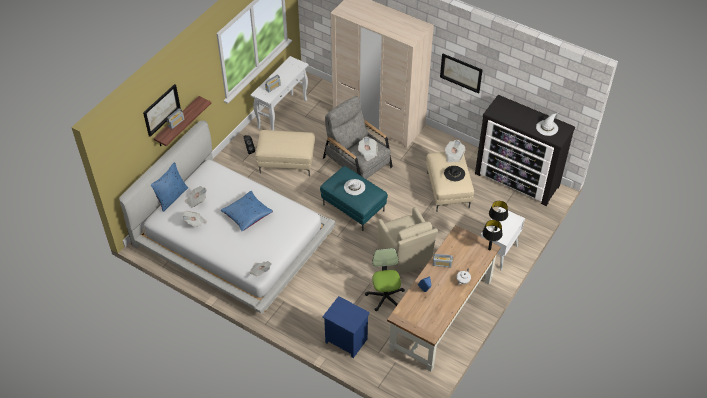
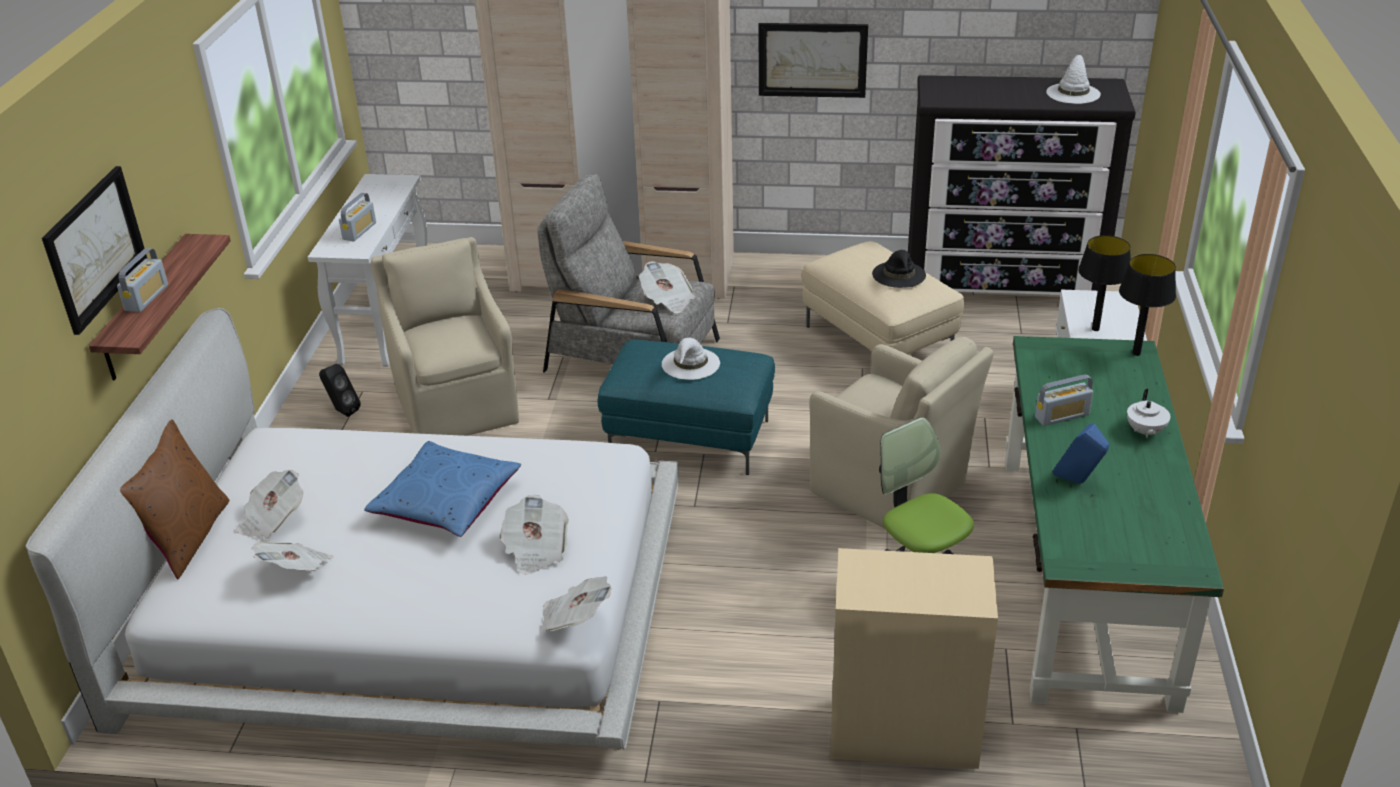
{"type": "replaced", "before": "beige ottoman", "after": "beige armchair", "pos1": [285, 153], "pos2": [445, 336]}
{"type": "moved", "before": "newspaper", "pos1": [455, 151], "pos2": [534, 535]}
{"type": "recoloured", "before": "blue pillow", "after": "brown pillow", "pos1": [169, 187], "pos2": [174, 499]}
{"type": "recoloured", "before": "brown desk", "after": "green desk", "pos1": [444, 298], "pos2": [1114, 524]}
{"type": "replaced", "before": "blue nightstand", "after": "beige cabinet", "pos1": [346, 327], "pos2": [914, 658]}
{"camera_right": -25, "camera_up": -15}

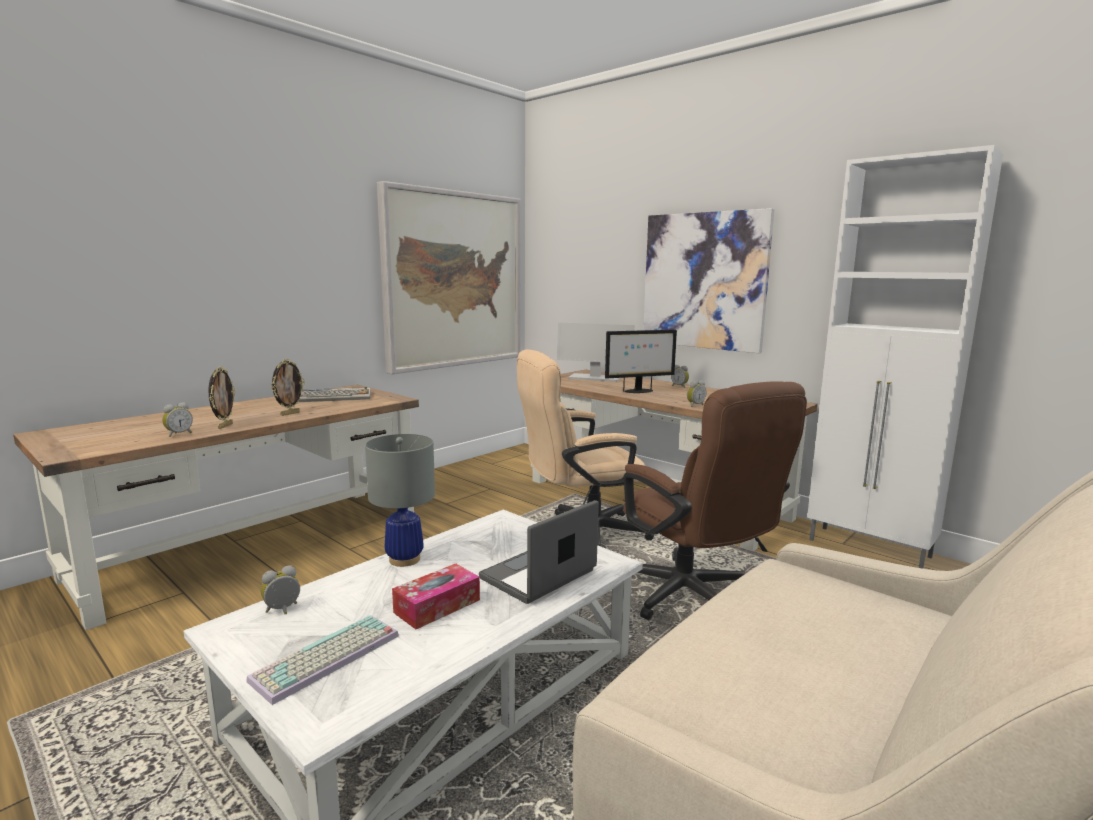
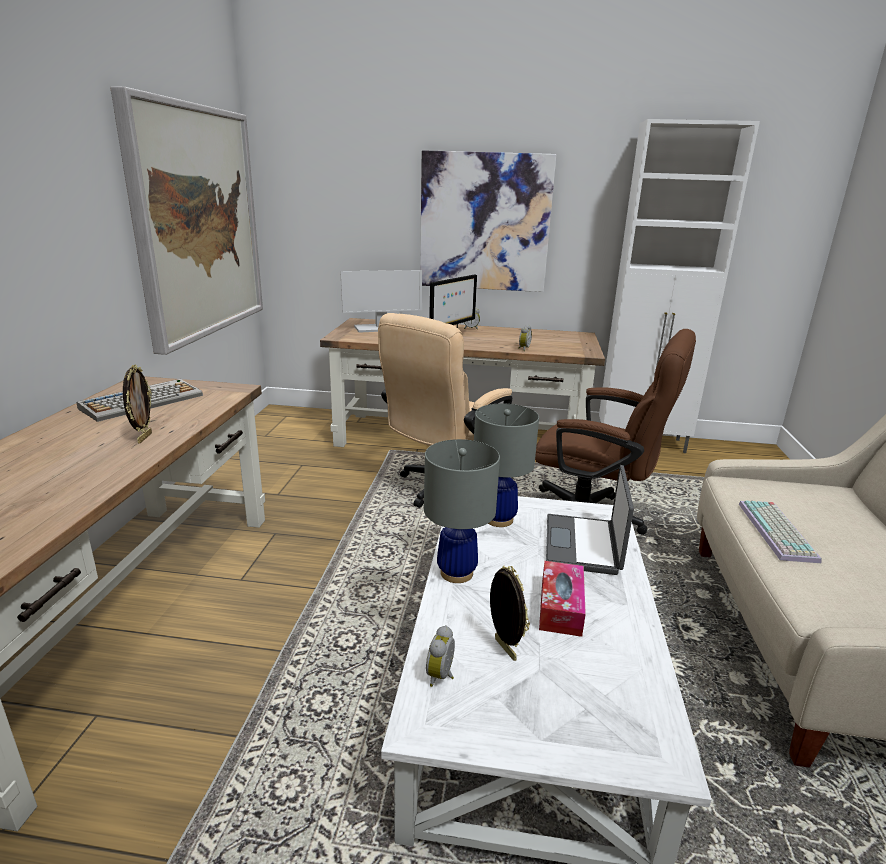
{"type": "moved", "before": "picture frame", "pos1": [221, 397], "pos2": [510, 613]}
{"type": "removed", "before": "alarm clock", "pos1": [177, 419]}
{"type": "moved", "before": "keyboard", "pos1": [322, 660], "pos2": [780, 532]}
{"type": "added", "after": "grey table lamp", "pos2": [506, 465]}
{"camera_right": -35, "camera_up": 10}

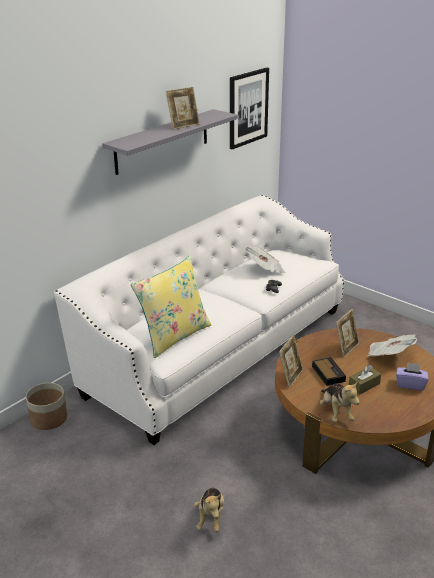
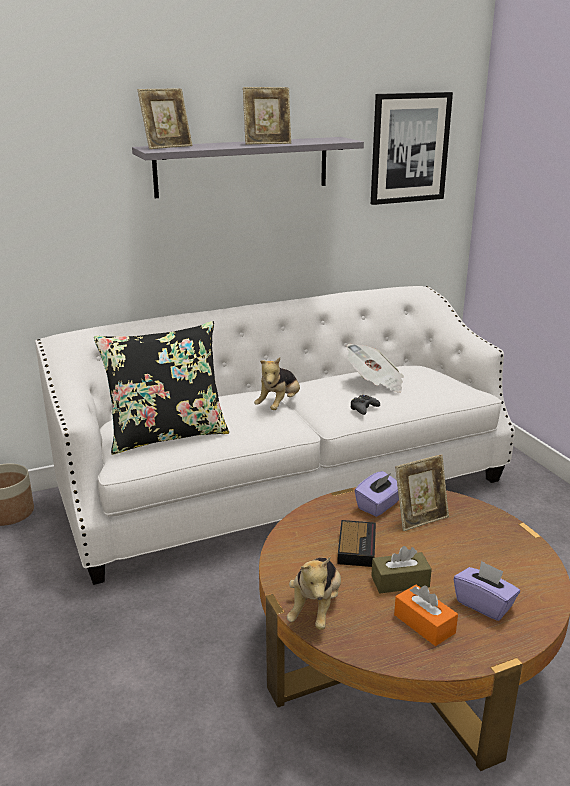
{"type": "recoloured", "before": "yellow pillow", "after": "black pillow", "pos1": [171, 306], "pos2": [161, 388]}
{"type": "moved", "before": "picture frame", "pos1": [291, 361], "pos2": [165, 118]}
{"type": "removed", "before": "newspaper", "pos1": [392, 345]}
{"type": "moved", "before": "plush toy", "pos1": [209, 510], "pos2": [277, 384]}
{"type": "added", "after": "purple tissue box", "pos2": [377, 494]}
{"type": "added", "after": "orange tissue box", "pos2": [426, 615]}
{"camera_right": 25, "camera_up": -5}

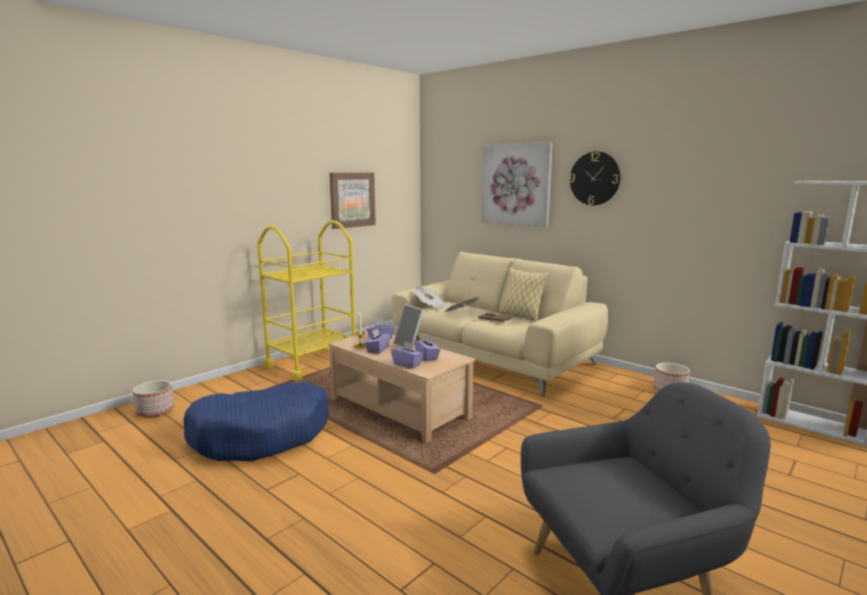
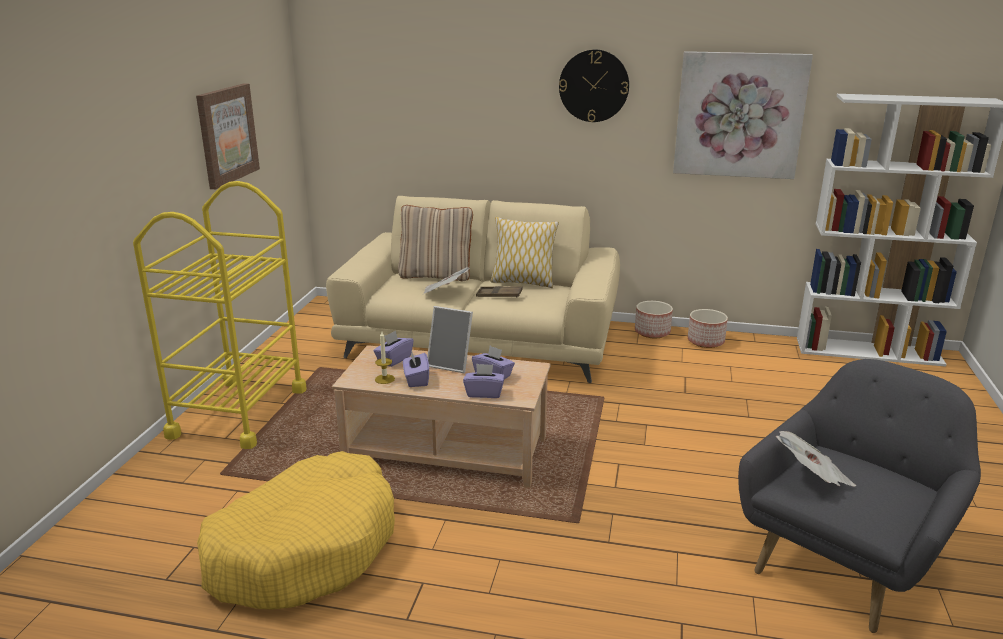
{"type": "moved", "before": "picture", "pos1": [516, 184], "pos2": [743, 115]}
{"type": "moved", "before": "newspaper", "pos1": [430, 298], "pos2": [816, 459]}
{"type": "moved", "before": "planter", "pos1": [153, 399], "pos2": [654, 319]}
{"type": "recoloured", "before": "blue dog bed", "after": "yellow dog bed", "pos1": [256, 422], "pos2": [296, 530]}
{"type": "added", "after": "beige pillow", "pos2": [435, 243]}
{"camera_right": -30, "camera_up": 10}

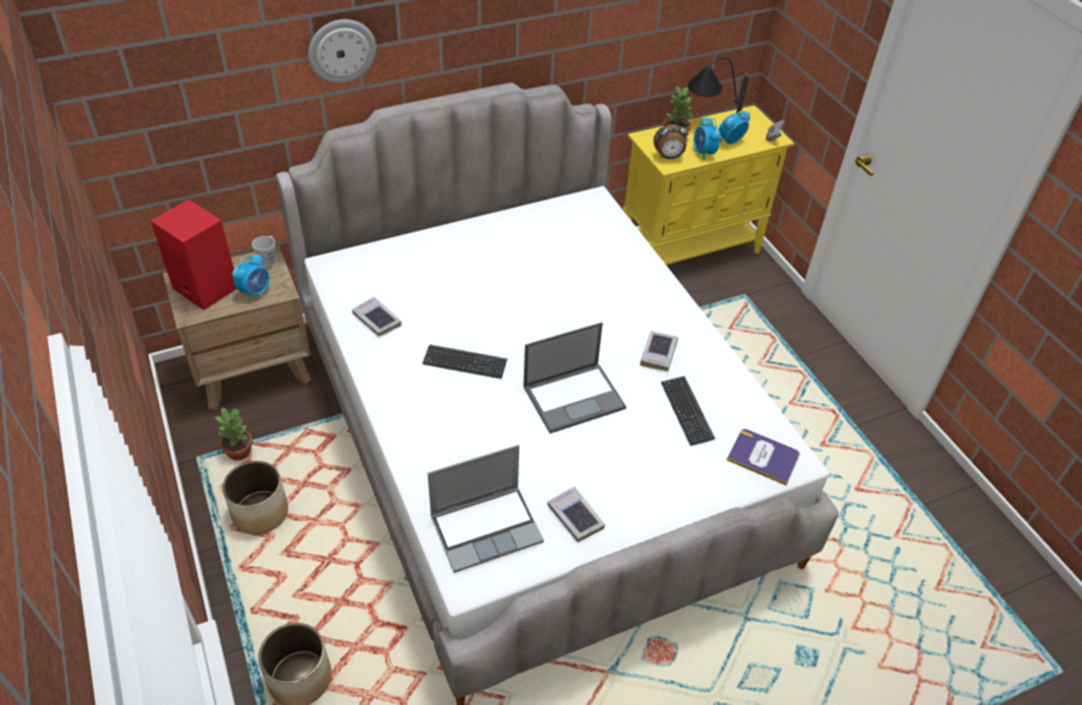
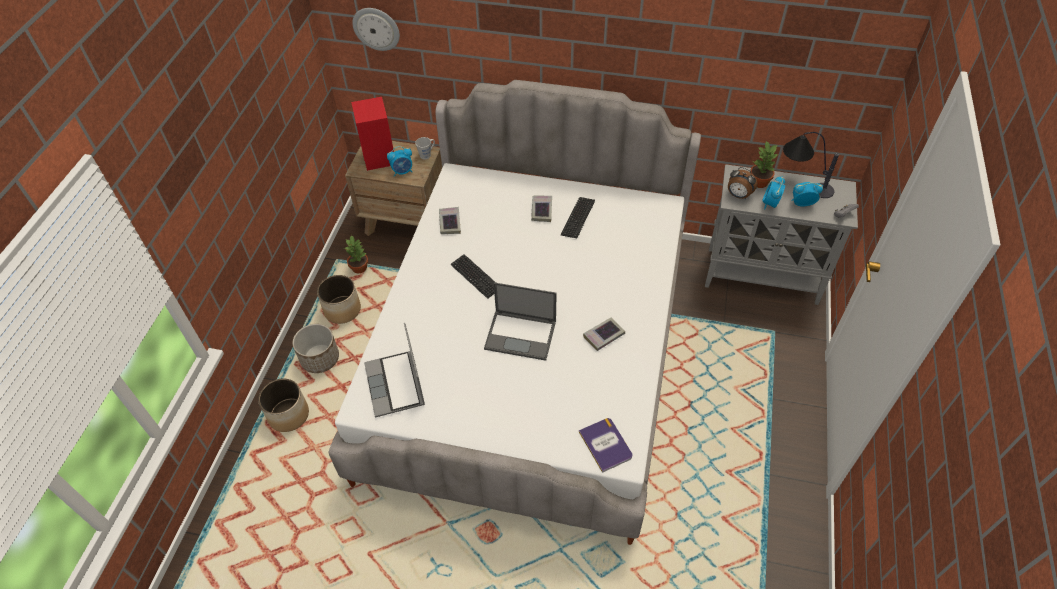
{"type": "moved", "before": "wall clock", "pos1": [342, 51], "pos2": [376, 29]}
{"type": "recoloured", "before": "yellow cabinet", "after": "grey cabinet", "pos1": [708, 185], "pos2": [781, 234]}
{"type": "moved", "before": "keyboard", "pos1": [688, 411], "pos2": [578, 217]}
{"type": "turned", "before": "laptop", "pos1": [486, 509], "pos2": [394, 370], "turn": 60}
{"type": "moved", "before": "book", "pos1": [576, 514], "pos2": [541, 209]}
{"type": "added", "after": "planter", "pos2": [315, 348]}
{"camera_right": 40, "camera_up": 5}

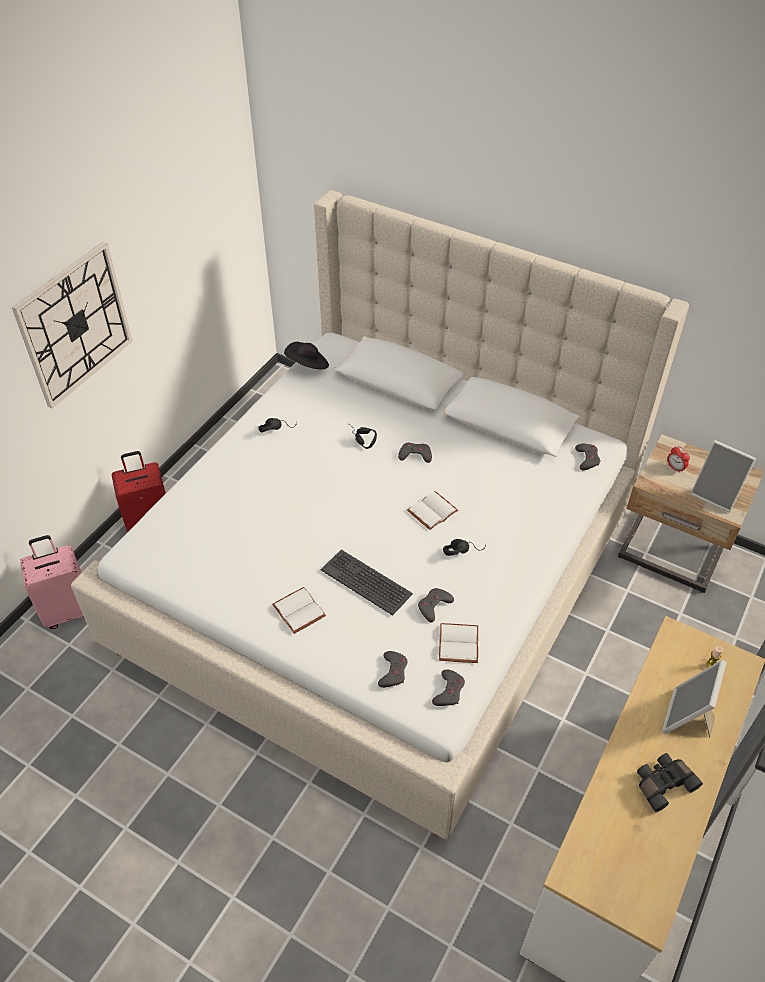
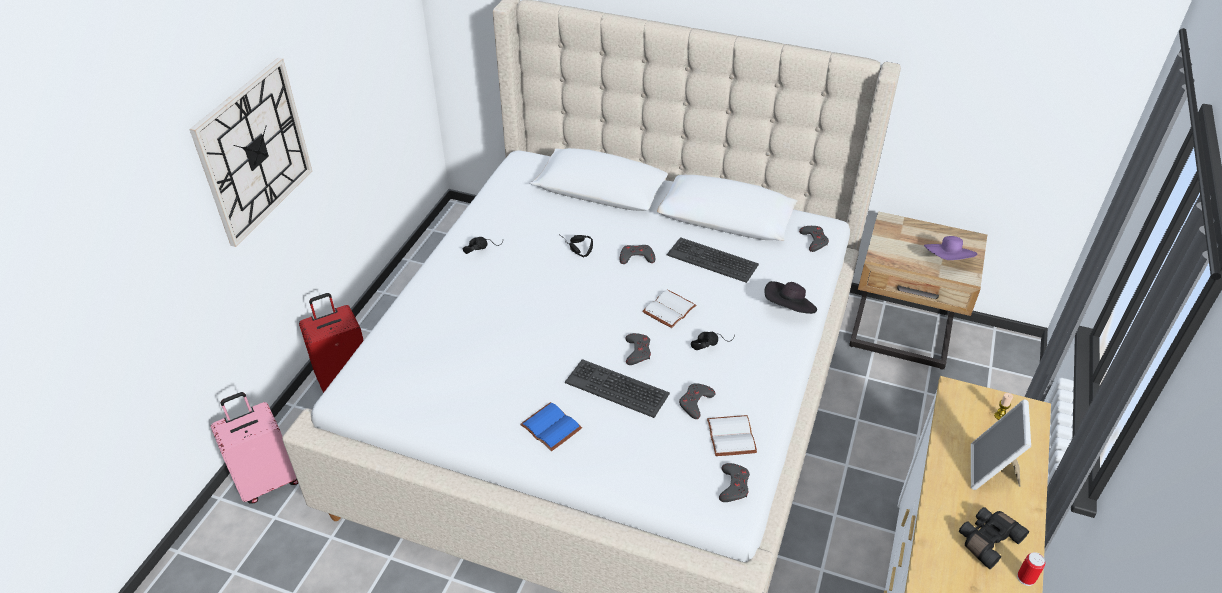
{"type": "moved", "before": "black hat", "pos1": [306, 355], "pos2": [790, 297]}
{"type": "replaced", "before": "picture frame", "after": "purple hat", "pos1": [723, 476], "pos2": [950, 248]}
{"type": "removed", "before": "alarm clock", "pos1": [678, 459]}
{"type": "recoloured", "before": "white book", "after": "blue book", "pos1": [299, 610], "pos2": [551, 426]}
{"type": "moved", "before": "grey game controller", "pos1": [393, 669], "pos2": [638, 349]}
{"type": "added", "after": "keyboard", "pos2": [713, 260]}
{"type": "added", "after": "can", "pos2": [1031, 569]}
{"camera_right": -10, "camera_up": -5}

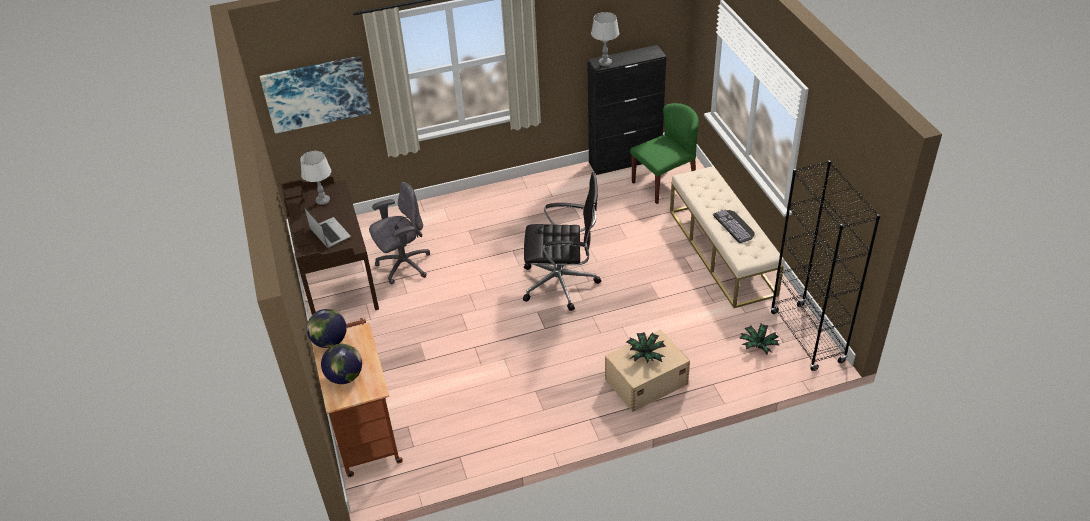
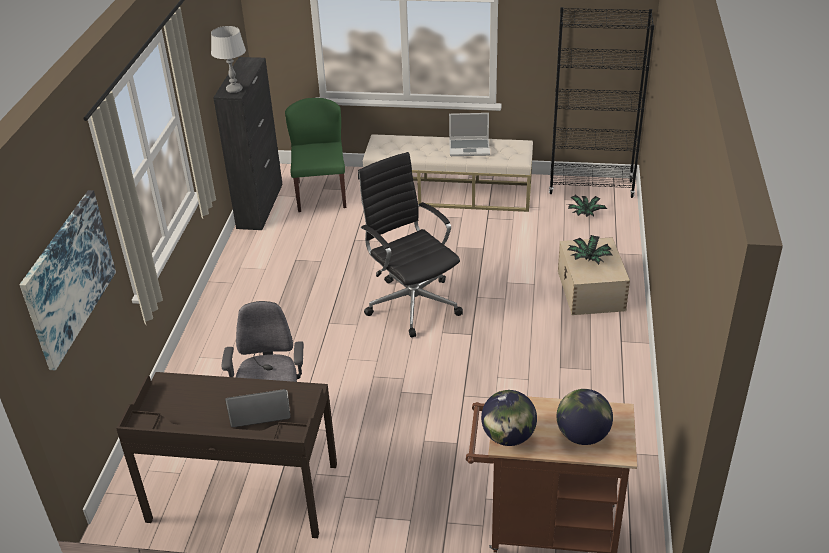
{"type": "removed", "before": "grey table lamp", "pos1": [315, 178]}
{"type": "turned", "before": "black office chair", "pos1": [562, 241], "pos2": [410, 245], "turn": -60}
{"type": "replaced", "before": "keyboard", "after": "laptop", "pos1": [733, 226], "pos2": [469, 134]}
{"camera_right": -65, "camera_up": -5}

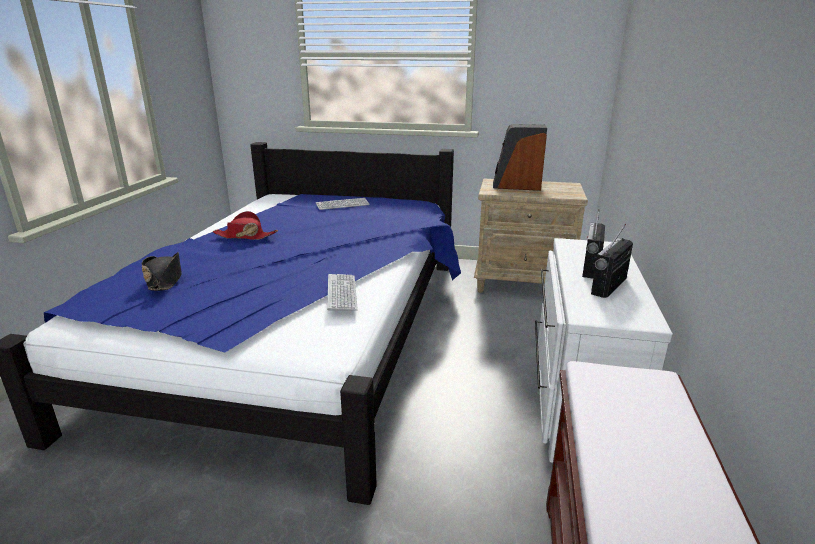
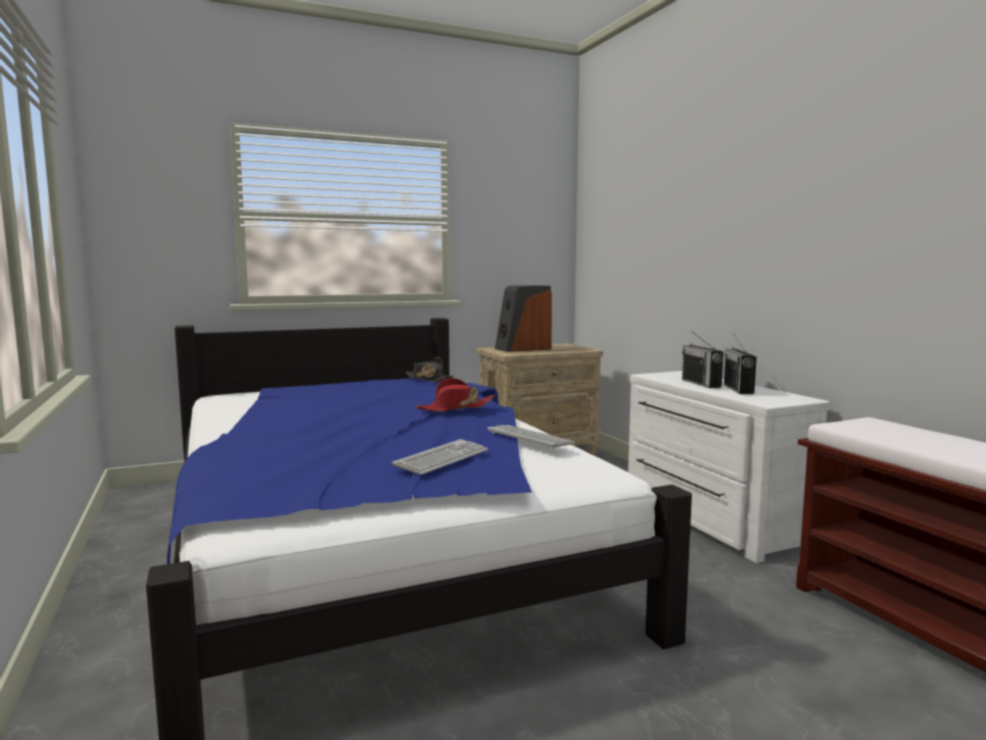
{"type": "moved", "before": "keyboard", "pos1": [343, 204], "pos2": [440, 457]}
{"type": "moved", "before": "red hat", "pos1": [245, 225], "pos2": [455, 395]}
{"type": "moved", "before": "black hat", "pos1": [162, 271], "pos2": [430, 369]}
{"camera_right": -35, "camera_up": -15}

